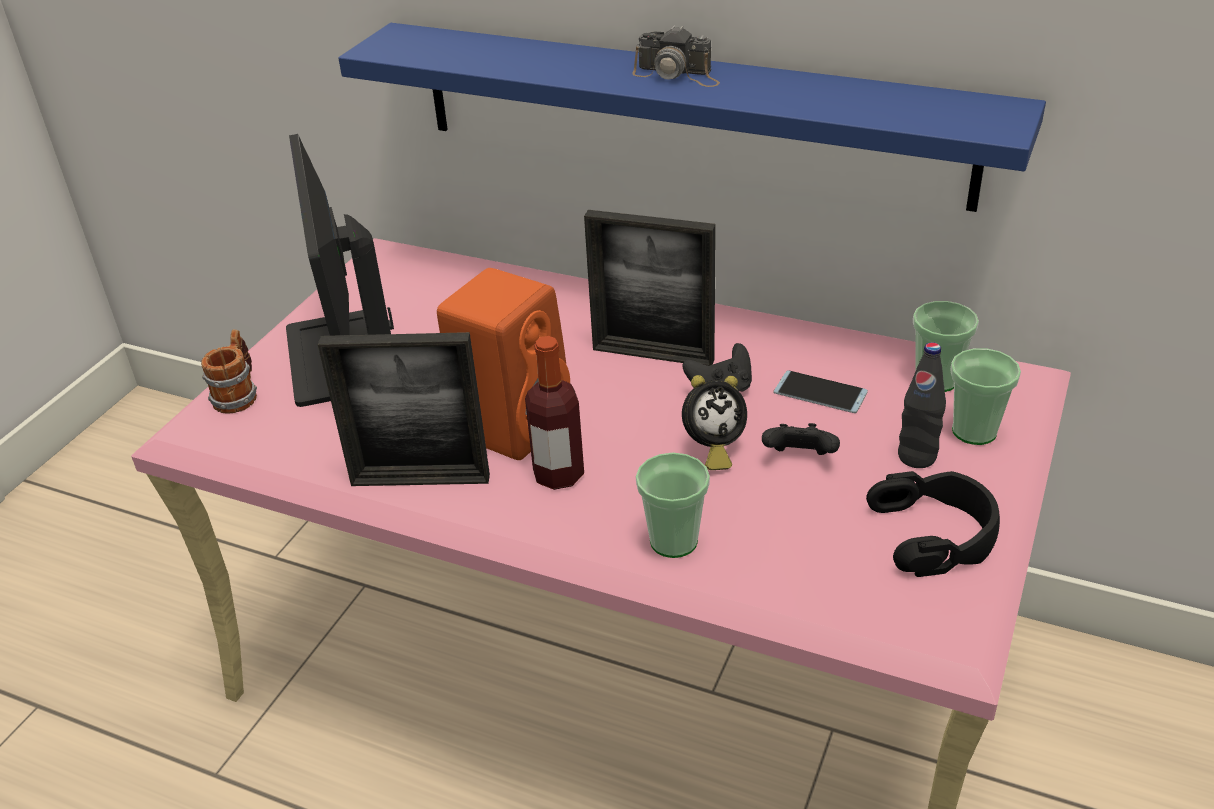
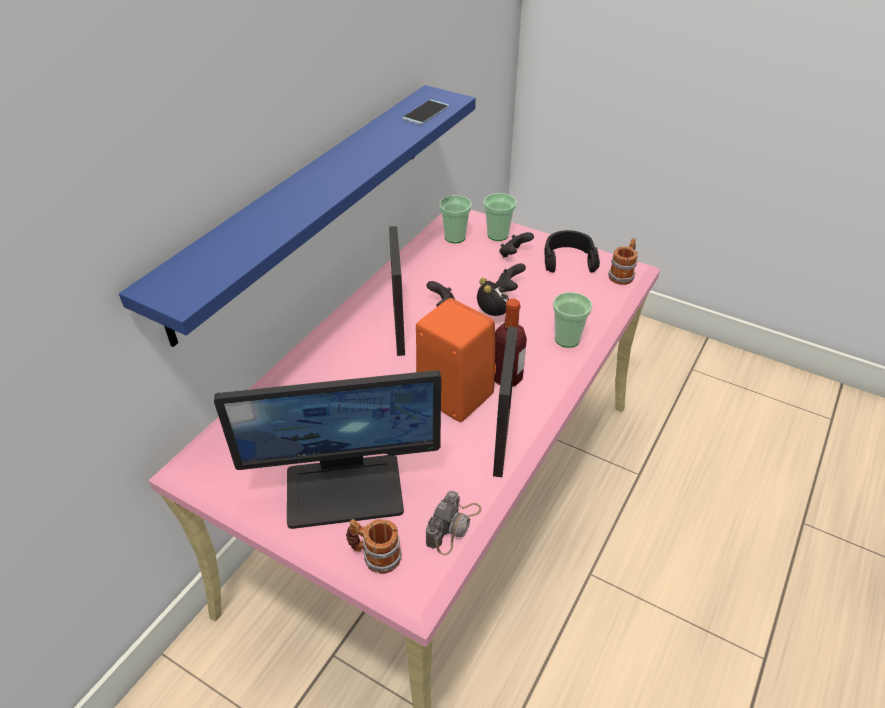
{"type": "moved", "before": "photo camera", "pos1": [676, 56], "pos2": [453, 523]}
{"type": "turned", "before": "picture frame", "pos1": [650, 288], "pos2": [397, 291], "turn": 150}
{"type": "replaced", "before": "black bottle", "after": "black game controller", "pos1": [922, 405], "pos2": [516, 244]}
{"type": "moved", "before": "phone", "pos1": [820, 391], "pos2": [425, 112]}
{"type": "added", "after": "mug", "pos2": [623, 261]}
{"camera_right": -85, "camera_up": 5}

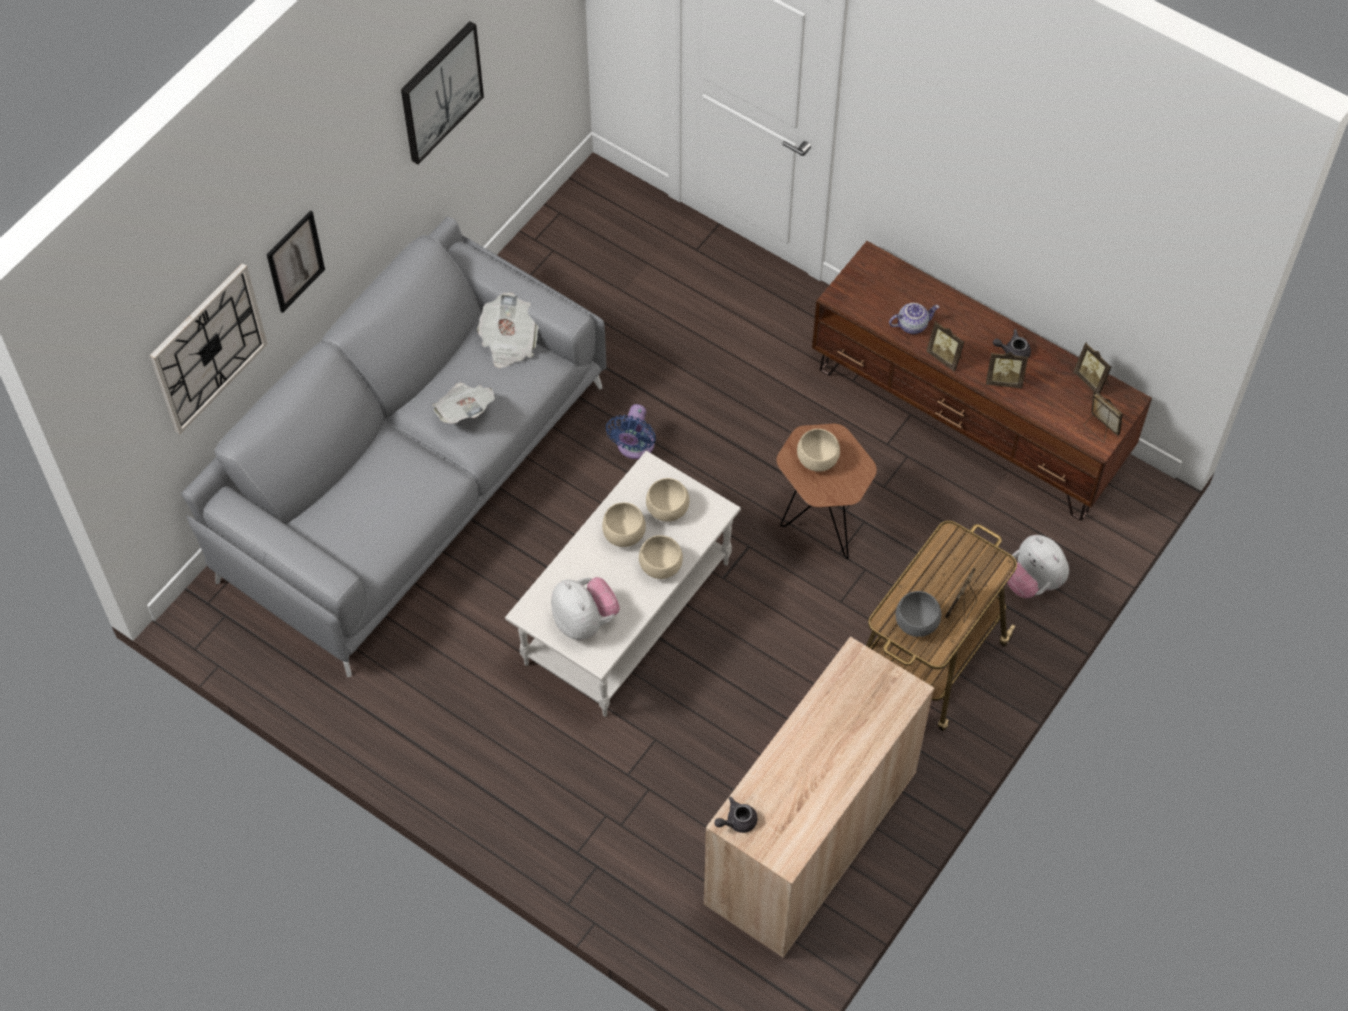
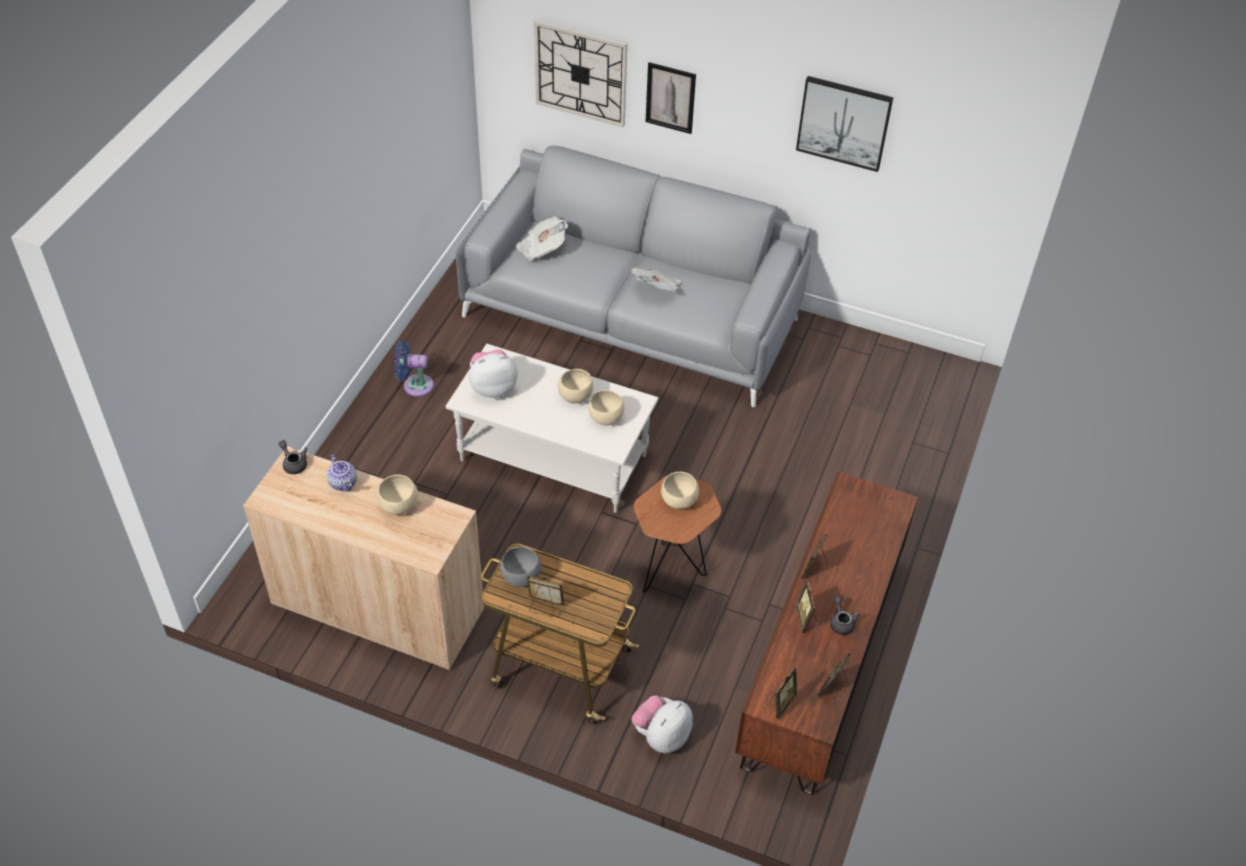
{"type": "moved", "before": "newspaper", "pos1": [507, 330], "pos2": [542, 238]}
{"type": "moved", "before": "teapot", "pos1": [914, 318], "pos2": [342, 473]}
{"type": "moved", "before": "blue fan", "pos1": [631, 431], "pos2": [414, 369]}
{"type": "moved", "before": "beige bowl", "pos1": [661, 557], "pos2": [397, 495]}
{"type": "turned", "before": "plush toy", "pos1": [585, 608], "pos2": [493, 373], "turn": -150}
{"camera_right": 75, "camera_up": -10}

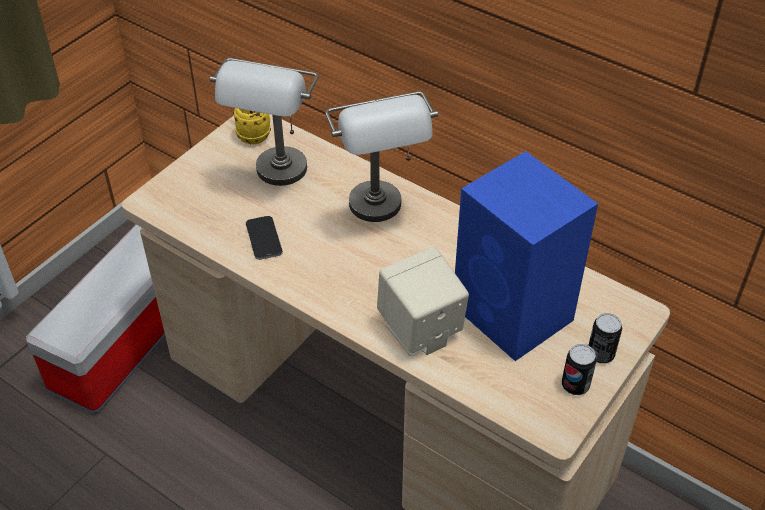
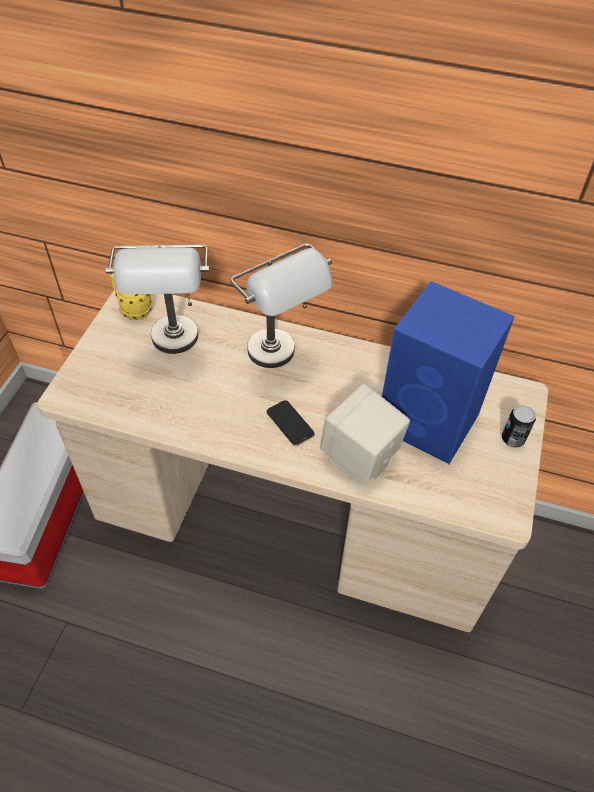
{"type": "moved", "before": "phone", "pos1": [264, 238], "pos2": [291, 423]}
{"type": "removed", "before": "can", "pos1": [579, 369]}
{"camera_right": -20, "camera_up": 5}

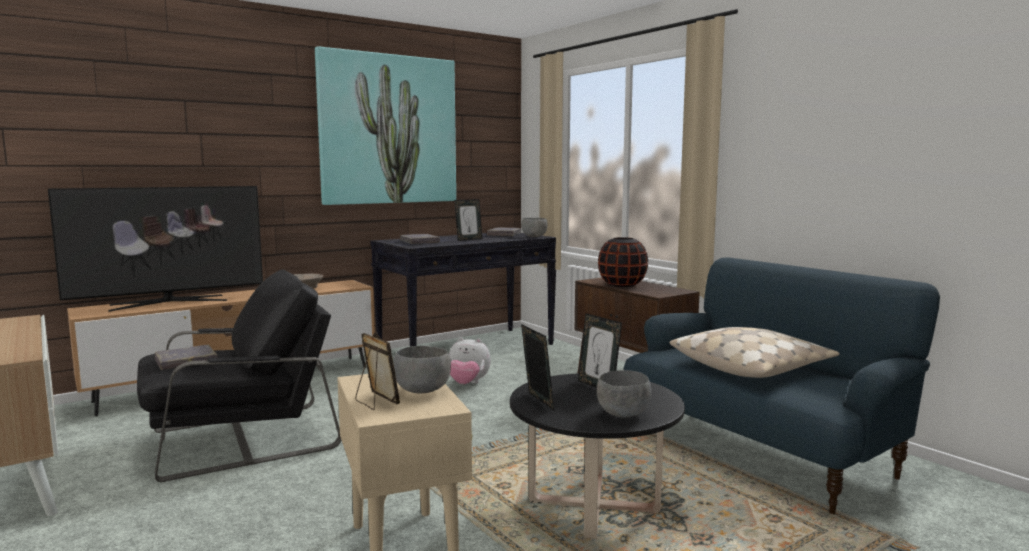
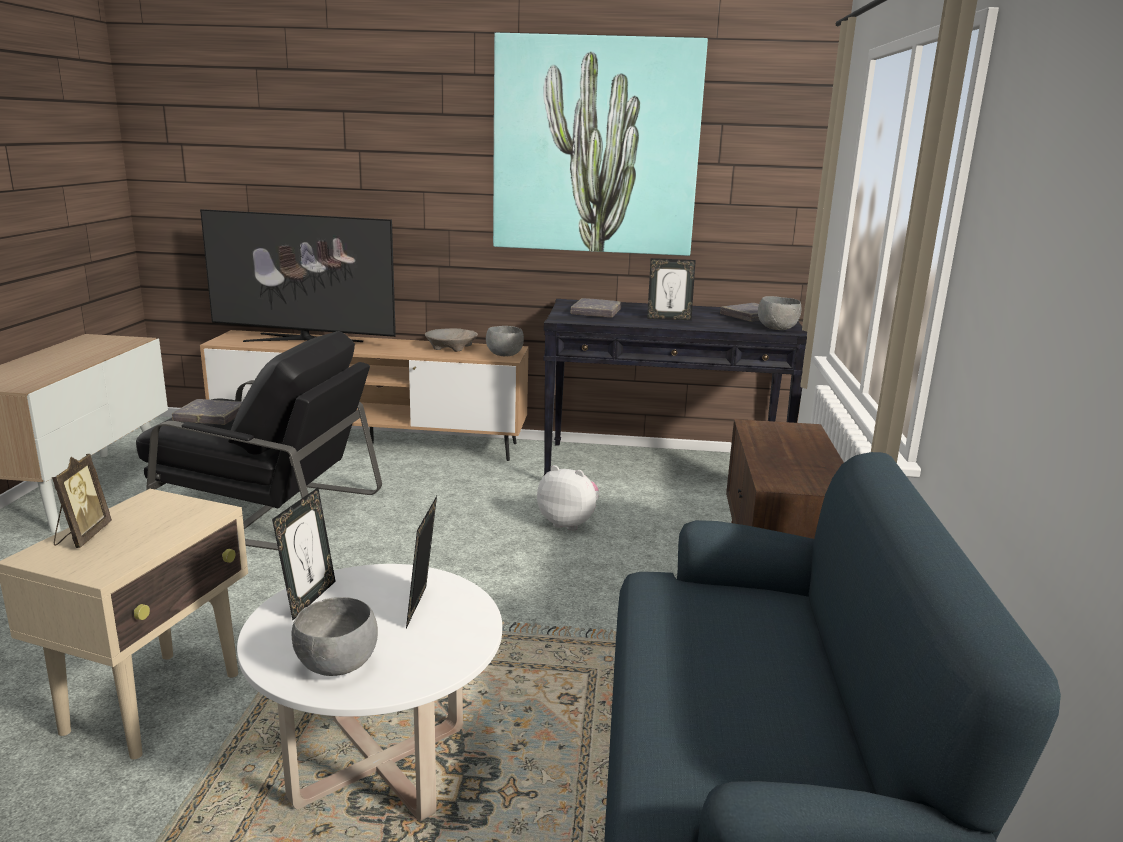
{"type": "removed", "before": "black vase", "pos1": [623, 262]}
{"type": "removed", "before": "beige pillow", "pos1": [754, 352]}
{"type": "turned", "before": "plush toy", "pos1": [470, 360], "pos2": [568, 498], "turn": 150}
{"type": "moved", "before": "grey bowl", "pos1": [422, 369], "pos2": [505, 341]}
{"type": "recoloured", "before": "black coffee table", "after": "white coffee table", "pos1": [597, 456], "pos2": [369, 693]}
{"camera_right": 40, "camera_up": 10}

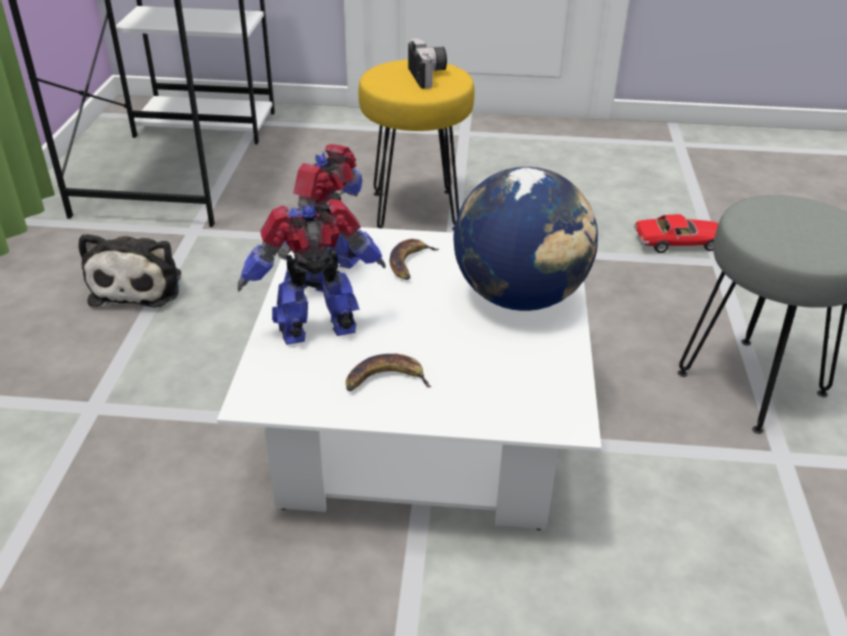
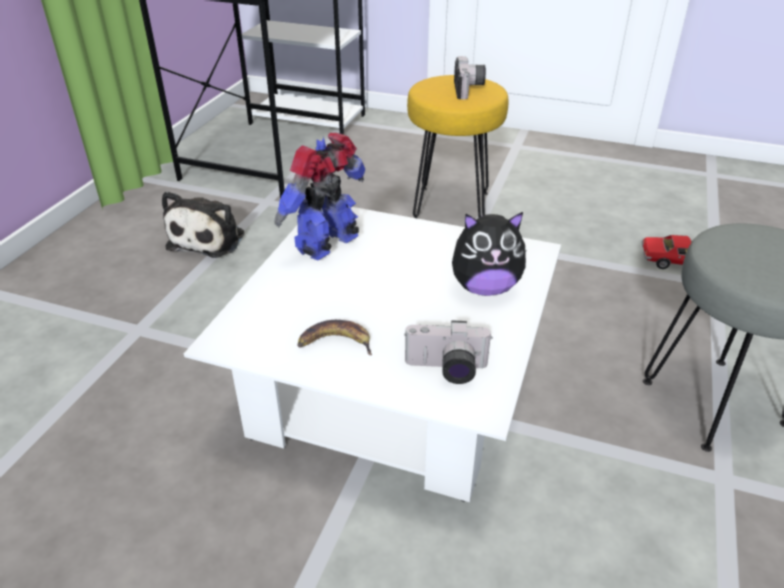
{"type": "replaced", "before": "globe", "after": "plush toy", "pos1": [526, 239], "pos2": [489, 254]}
{"type": "removed", "before": "toy robot", "pos1": [312, 272]}
{"type": "removed", "before": "banana", "pos1": [414, 259]}
{"type": "added", "after": "photo camera", "pos2": [448, 352]}
{"camera_right": 15, "camera_up": 0}

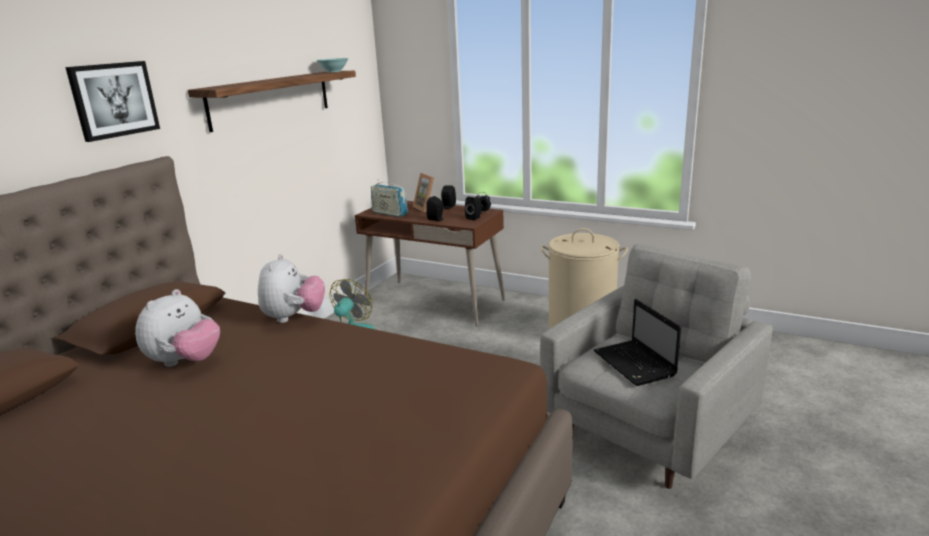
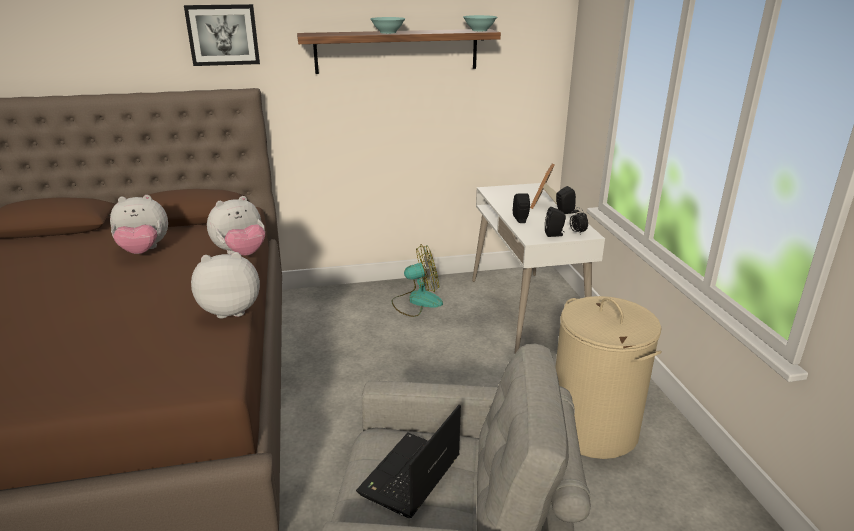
{"type": "removed", "before": "radio", "pos1": [389, 198]}
{"type": "recoloured", "before": "brown desk", "after": "white desk", "pos1": [430, 264], "pos2": [538, 268]}
{"type": "added", "after": "turquoise bowl", "pos2": [387, 25]}
{"type": "added", "after": "plush toy", "pos2": [225, 285]}
{"camera_right": 50, "camera_up": 5}

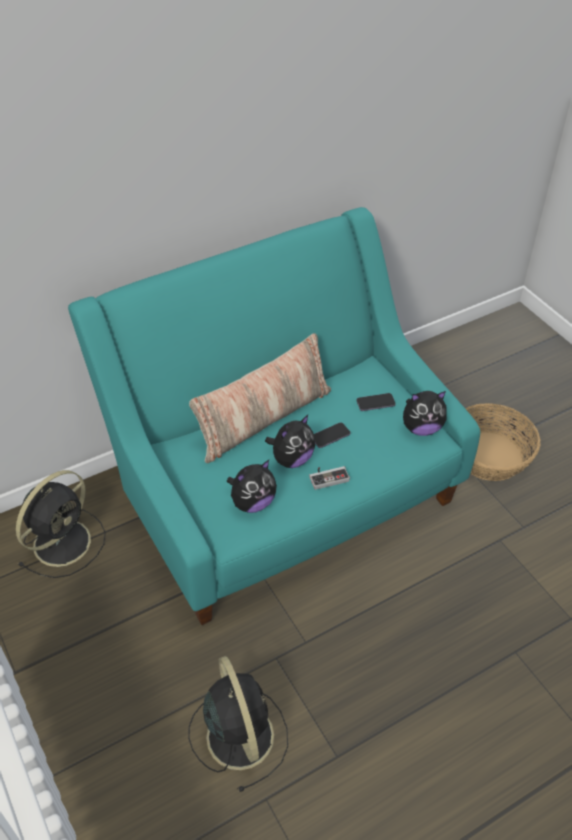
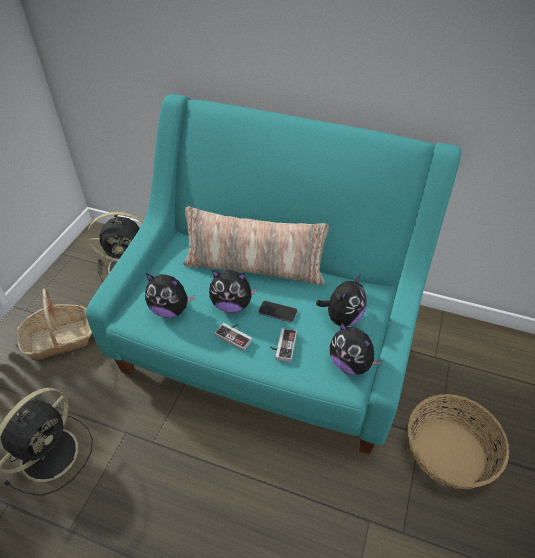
{"type": "replaced", "before": "phone", "after": "plush toy", "pos1": [376, 402], "pos2": [341, 300]}
{"type": "added", "after": "basket", "pos2": [54, 324]}
{"type": "added", "after": "game controller", "pos2": [283, 345]}
{"camera_right": 50, "camera_up": 0}

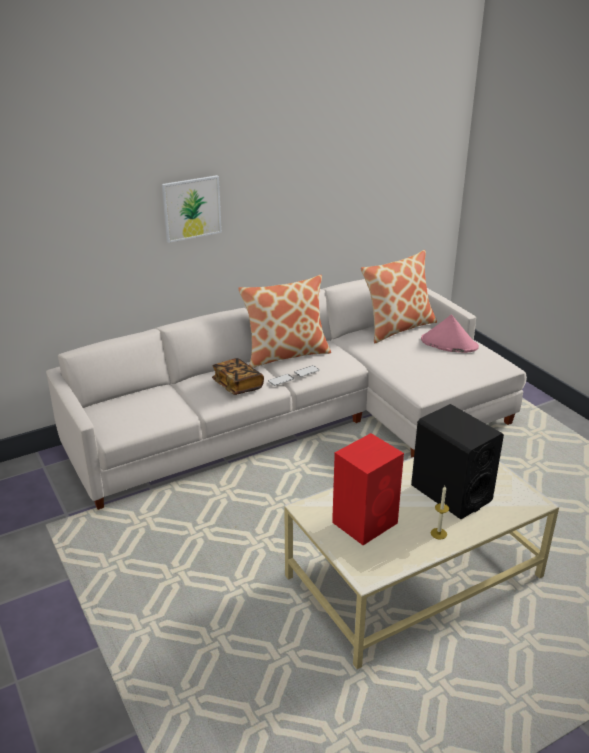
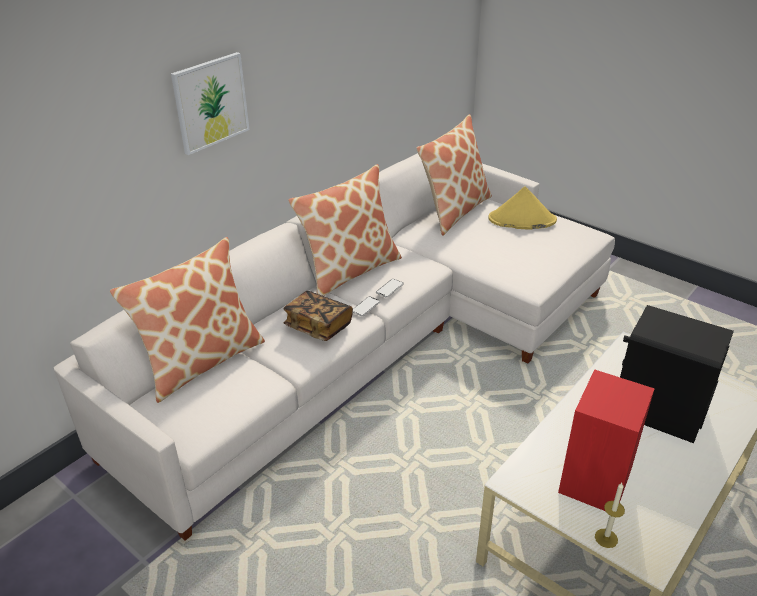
{"type": "recoloured", "before": "pink hat", "after": "yellow hat", "pos1": [450, 334], "pos2": [522, 208]}
{"type": "moved", "before": "candle", "pos1": [440, 513], "pos2": [610, 515]}
{"type": "added", "after": "pillow", "pos2": [187, 320]}
{"camera_right": -20, "camera_up": 5}

